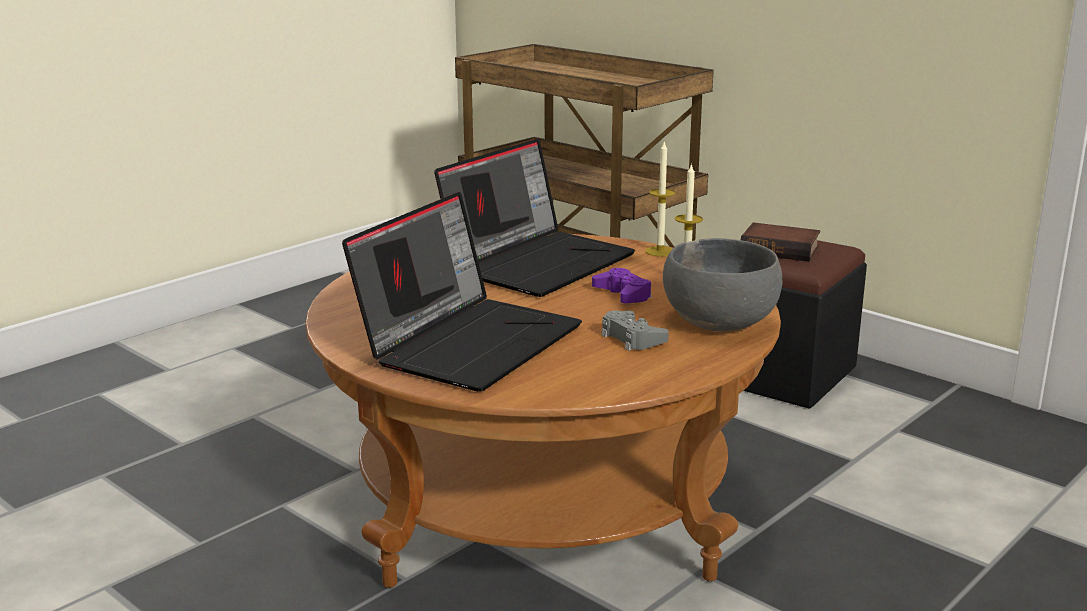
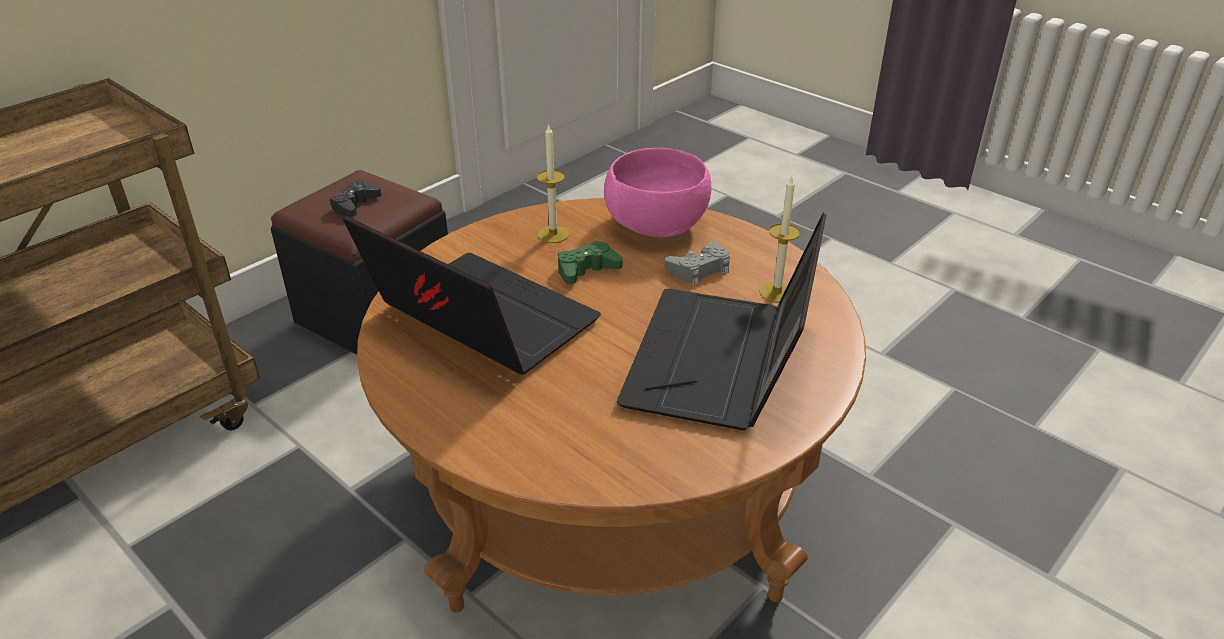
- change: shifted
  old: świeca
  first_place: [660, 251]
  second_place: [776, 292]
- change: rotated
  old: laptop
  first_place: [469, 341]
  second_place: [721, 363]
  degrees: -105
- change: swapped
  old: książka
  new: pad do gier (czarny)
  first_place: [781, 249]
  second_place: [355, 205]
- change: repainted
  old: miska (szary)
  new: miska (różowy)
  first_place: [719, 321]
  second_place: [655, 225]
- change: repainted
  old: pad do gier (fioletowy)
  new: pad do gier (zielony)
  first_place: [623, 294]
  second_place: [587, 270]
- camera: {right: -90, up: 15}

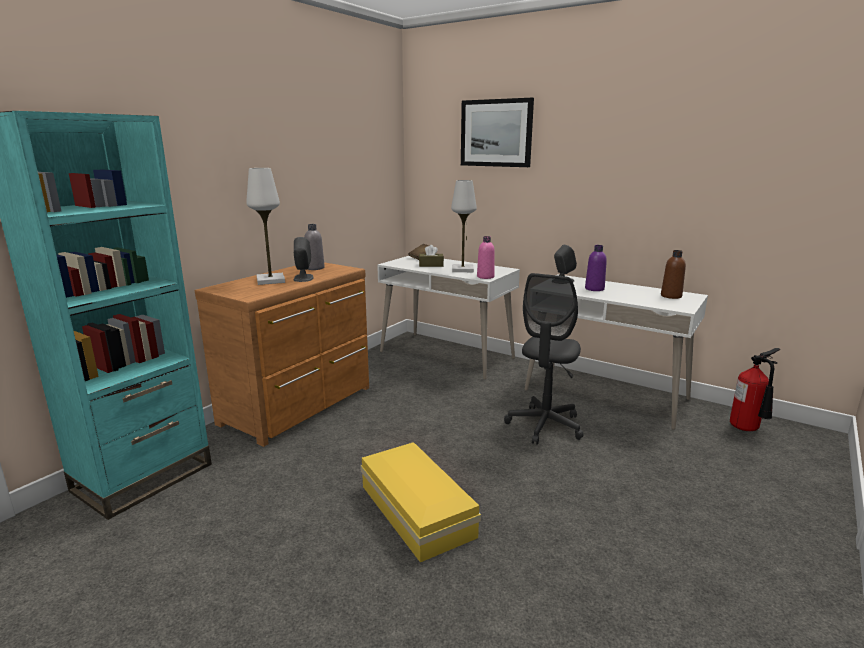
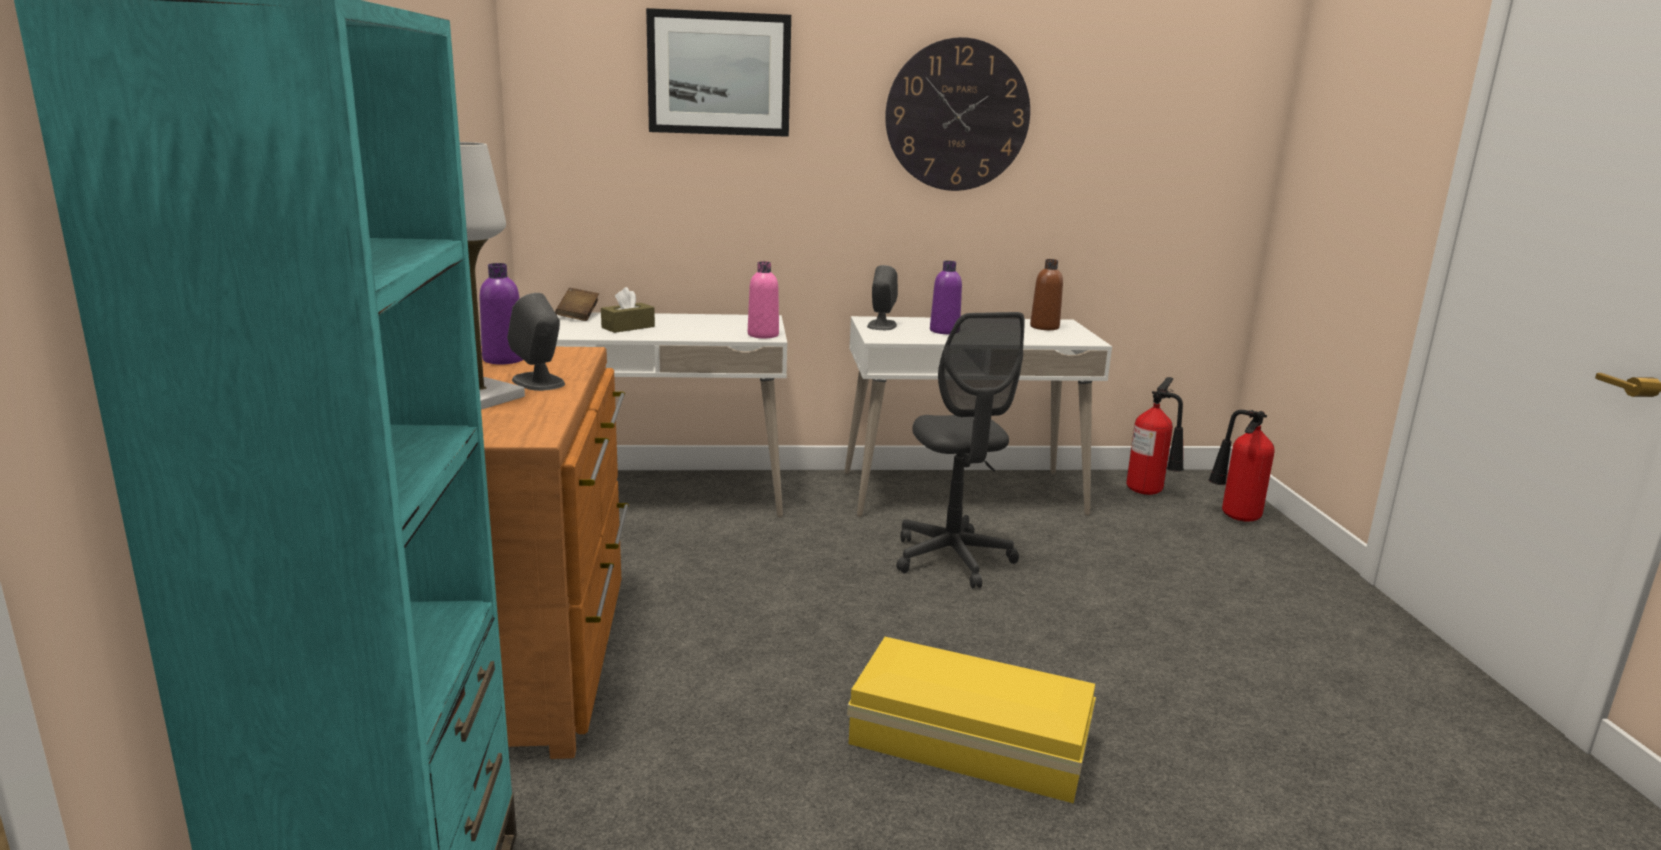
- change: gone
  old: lampa stołowa (biały)
  first_place: [462, 269]
- change: repainted
  old: butelka (szary)
  new: butelka (fioletowy)
  first_place: [315, 268]
  second_place: [504, 359]
- change: new
  new: zegar ścienny
  second_place: [957, 115]
- change: new
  new: gaśnica
  second_place: [1233, 517]
- camera: {right: -40, up: 0}

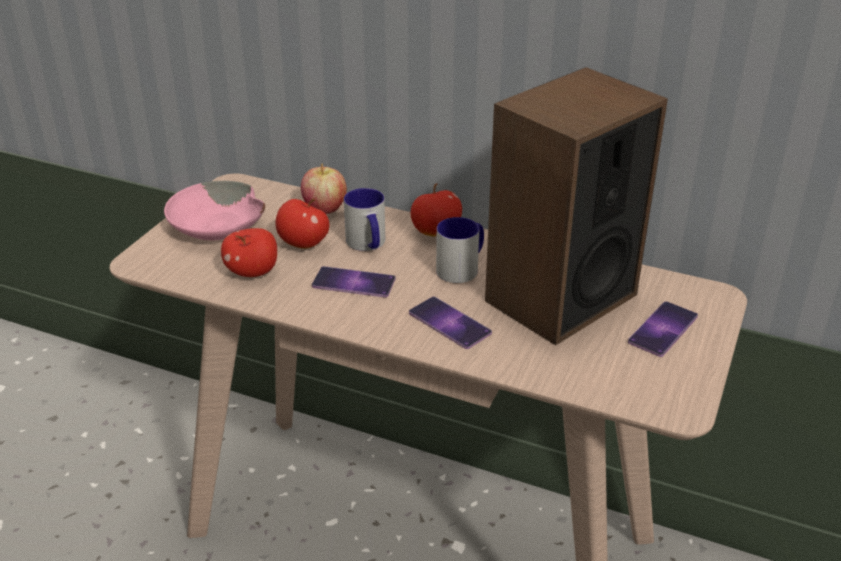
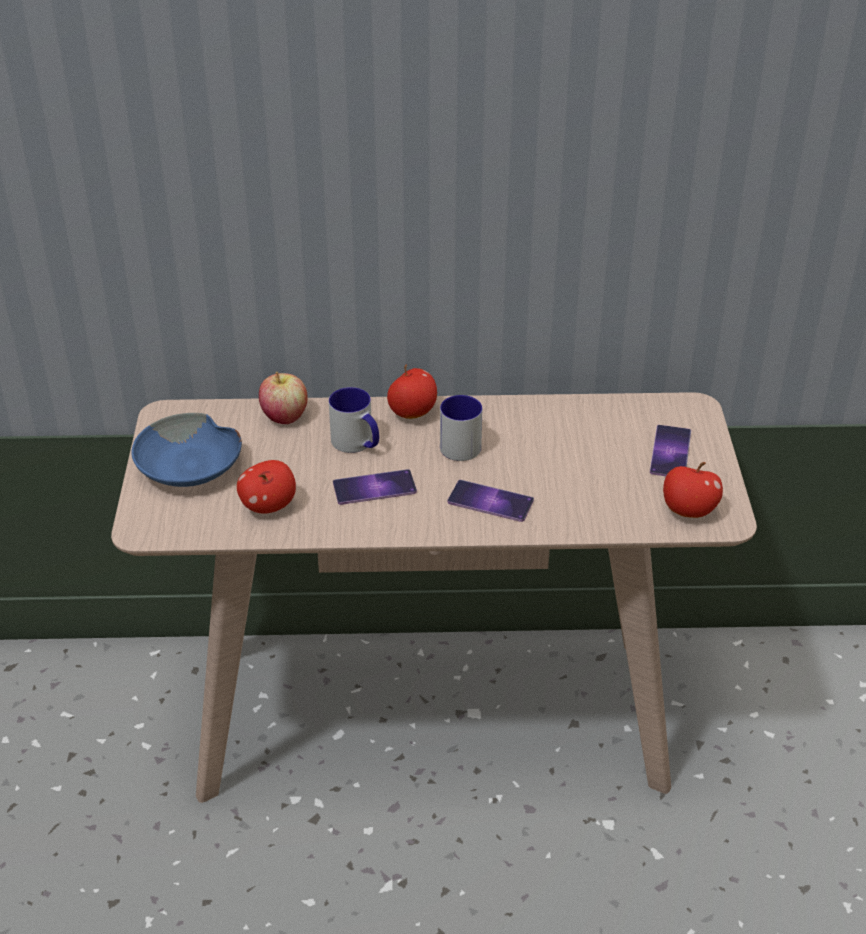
- change: gone
  old: głośnik
  first_place: [560, 297]
- change: repainted
  old: miska (różowy)
  new: miska (niebieski)
  first_place: [217, 226]
  second_place: [190, 467]
- change: shifted
  old: jabłko
  first_place: [303, 244]
  second_place: [688, 511]
- camera: {right: -25, up: 5}

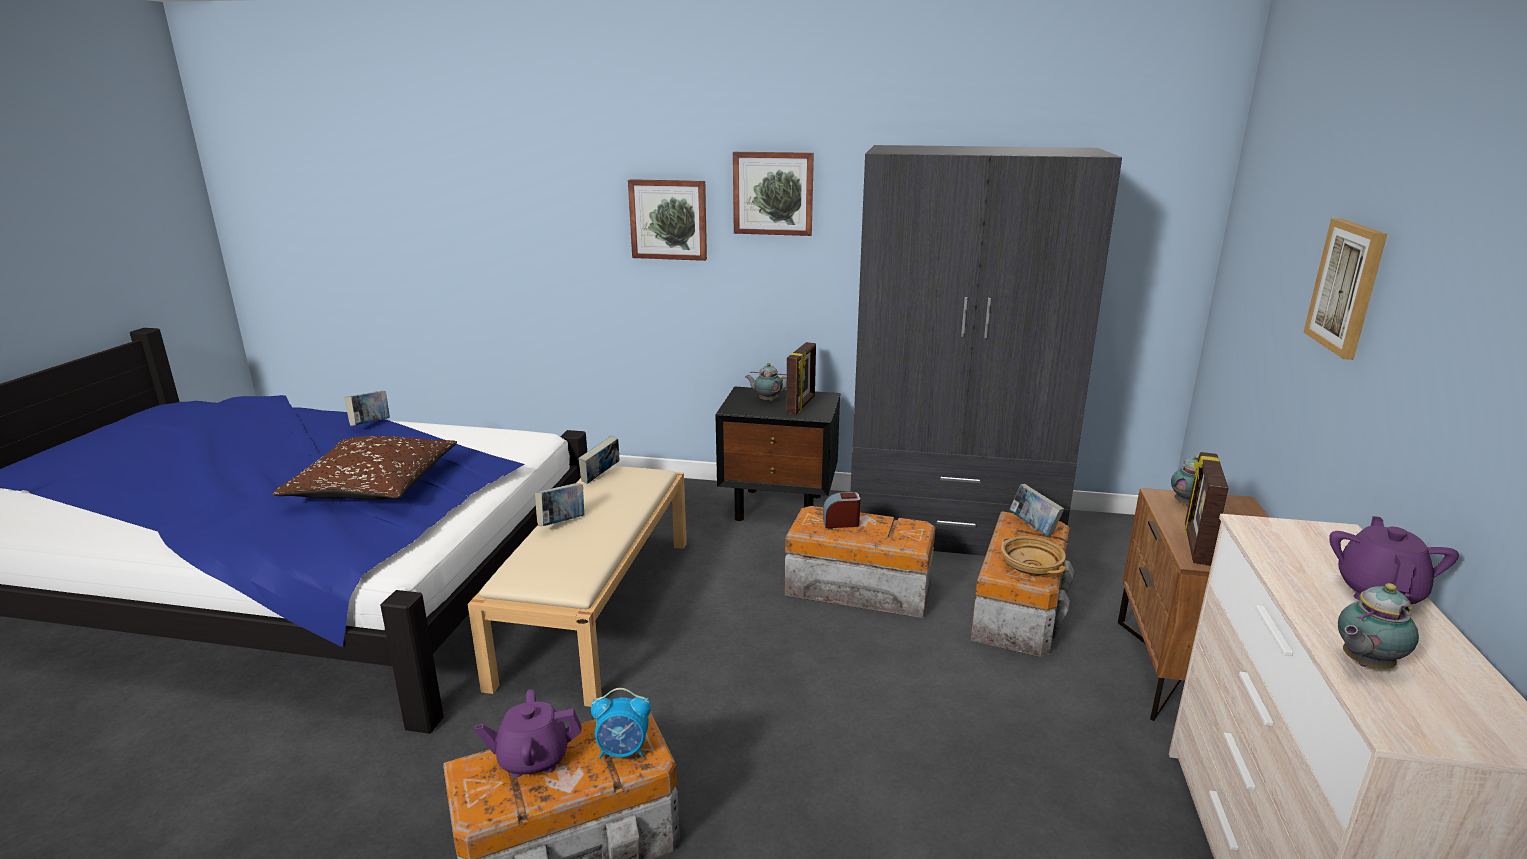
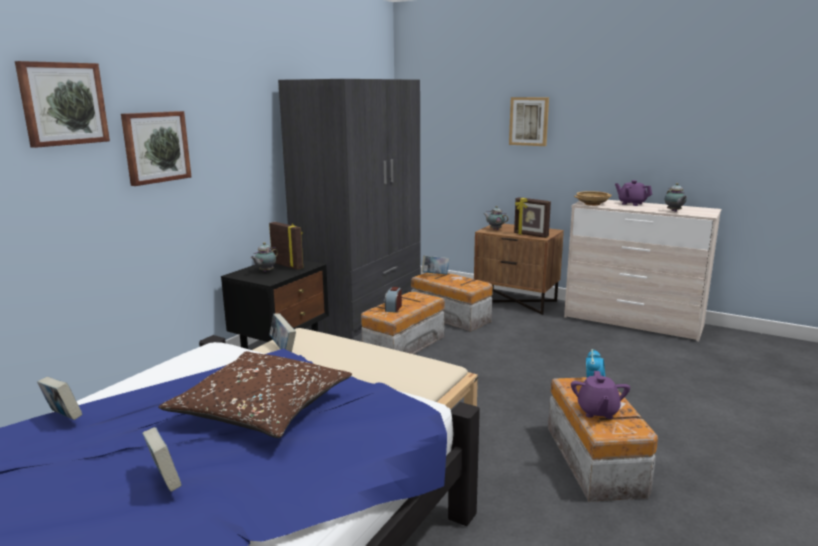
- change: shifted
  old: obraz
  first_place: [773, 193]
  second_place: [63, 104]
- change: shifted
  old: książka
  first_place: [562, 523]
  second_place: [165, 481]
- change: shifted
  old: miska (beżowy)
  first_place: [1030, 568]
  second_place: [592, 204]
- camera: {right: -70, up: -5}

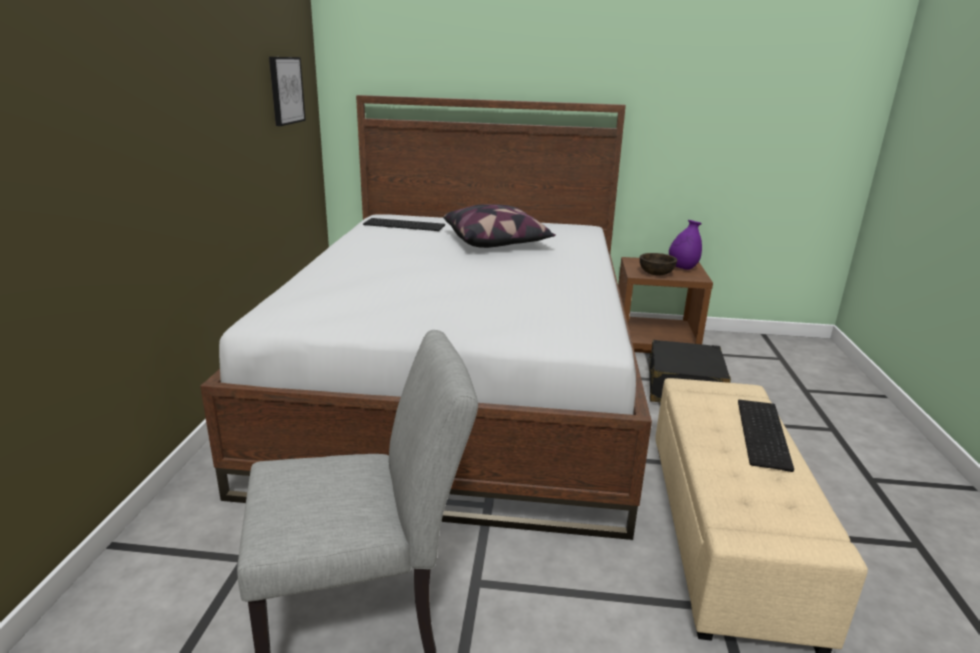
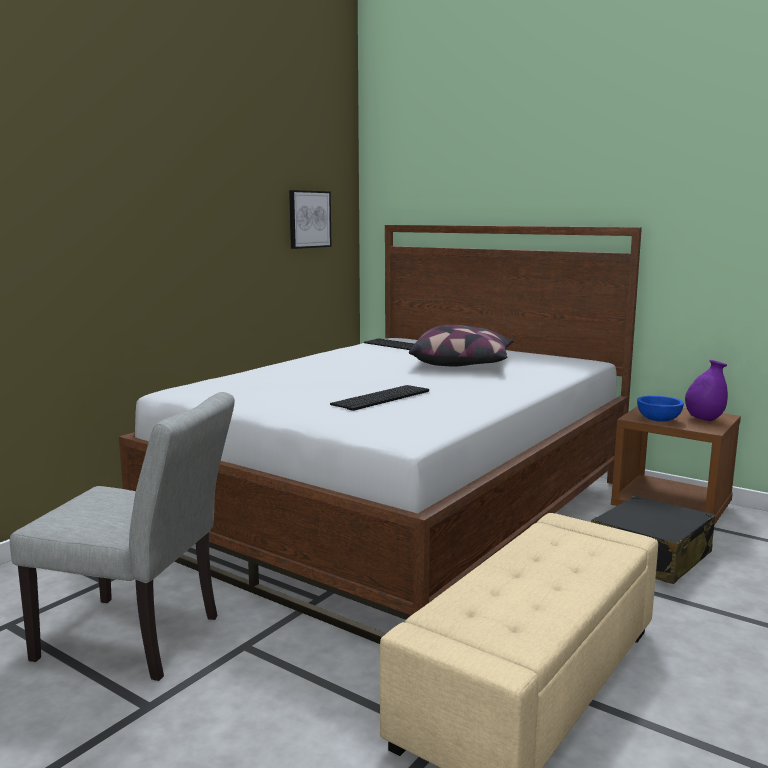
- change: repainted
  old: miska (brązowy)
  new: miska (niebieski)
  first_place: [656, 274]
  second_place: [658, 420]
- change: shifted
  old: klawiatura
  first_place: [765, 434]
  second_place: [382, 398]
- camera: {right: 30, up: -10}

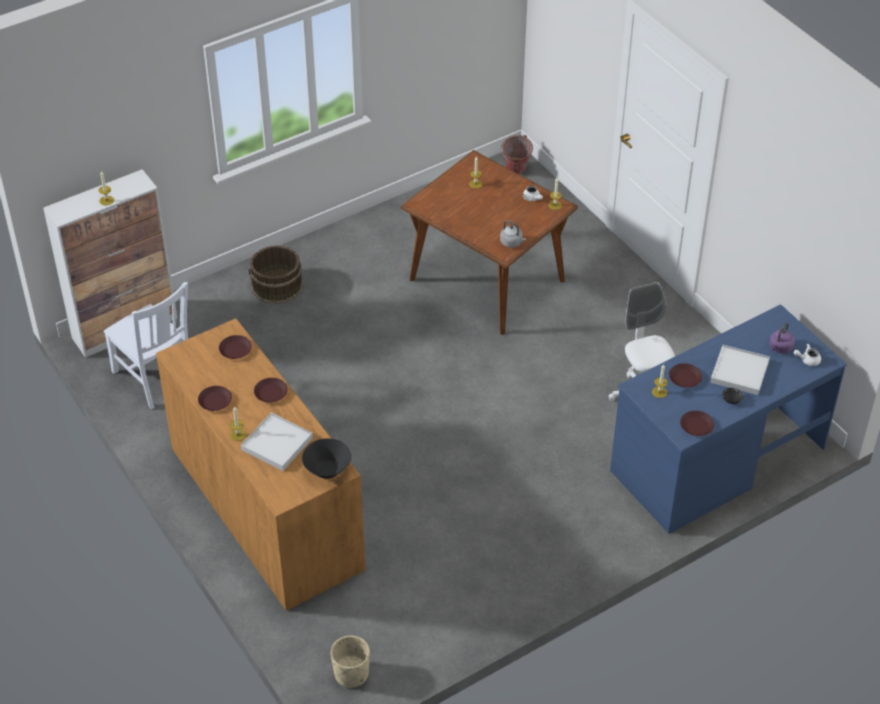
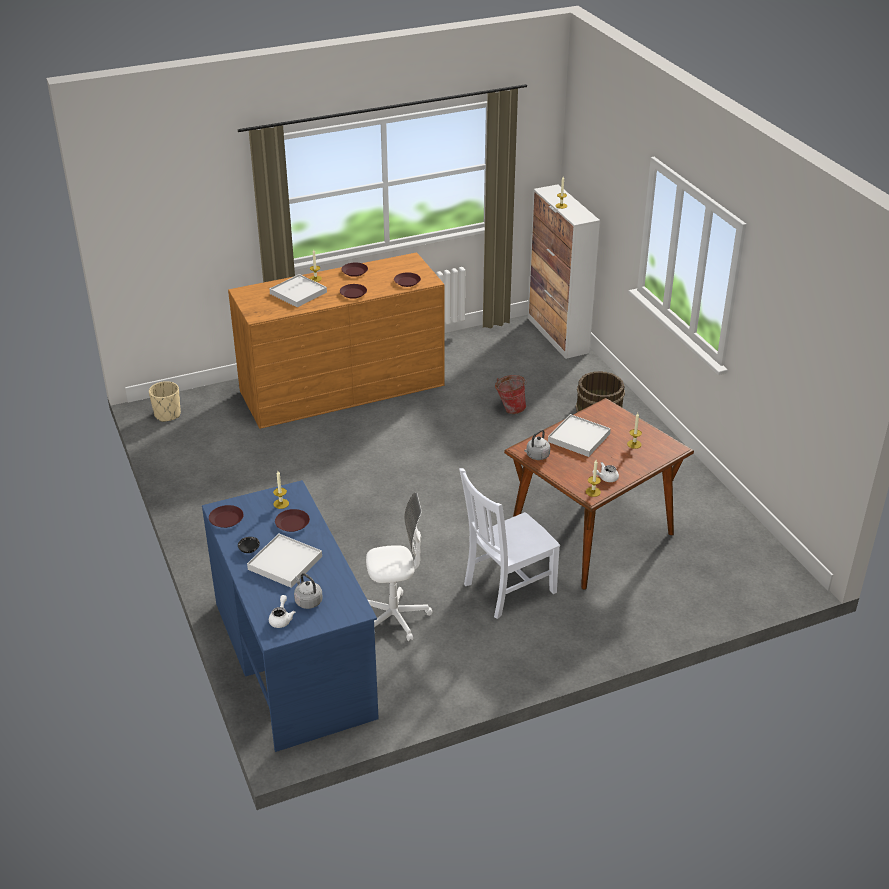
- change: shifted
  old: wiadro
  first_place: [515, 171]
  second_place: [510, 409]
- change: shifted
  old: krzesło (biały)
  first_place: [156, 378]
  second_place: [507, 589]
- change: repainted
  old: czajnik (fioletowy)
  new: czajnik (szary)
  first_place: [780, 348]
  second_place: [307, 601]
- change: gone
  old: miska (czarny)
  first_place: [327, 470]
- change: new
  new: taca (biały)
  second_place: [579, 438]
- camera: {right: 100, up: -10}

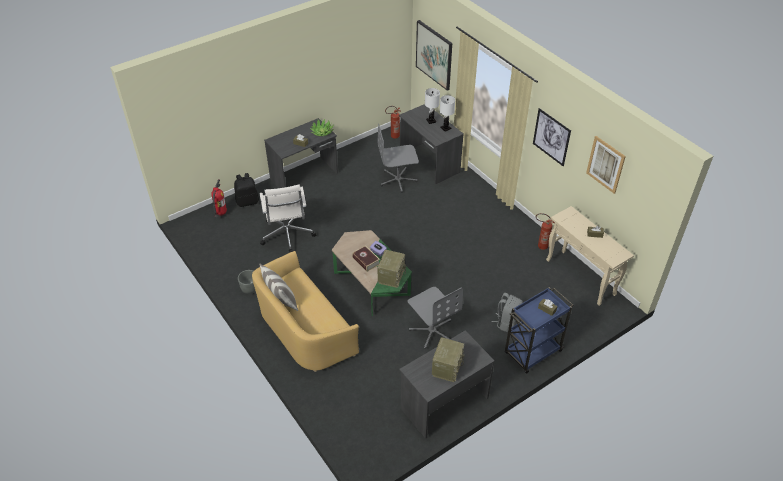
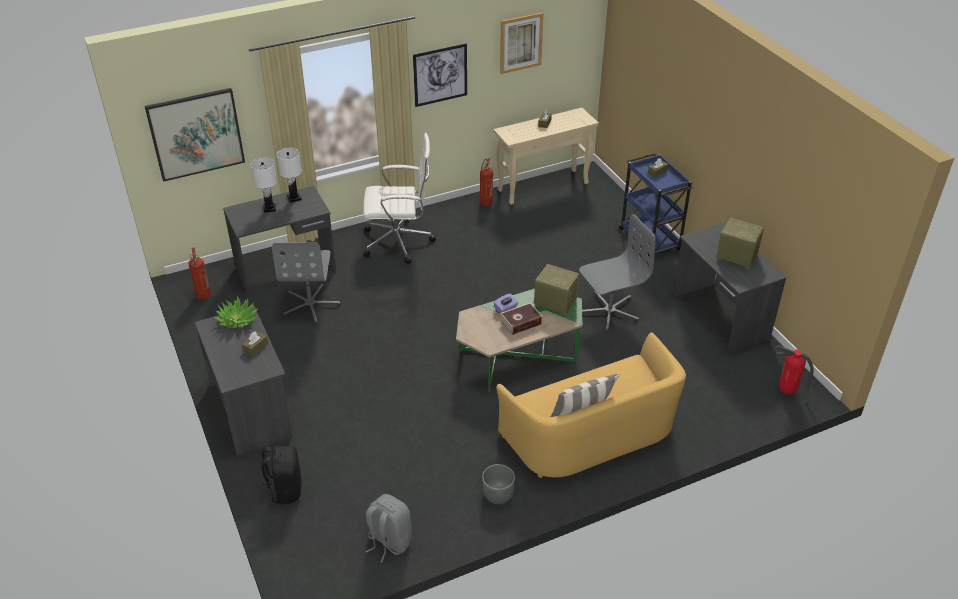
- change: shifted
  old: gaśnica
  first_place: [221, 213]
  second_place: [786, 391]
- change: shifted
  old: krzesło biurowe (biały)
  first_place: [287, 236]
  second_place: [399, 242]
- change: shifted
  old: plecak (szary)
  first_place: [507, 322]
  second_place: [389, 541]
- camera: {right: -80, up: -5}

